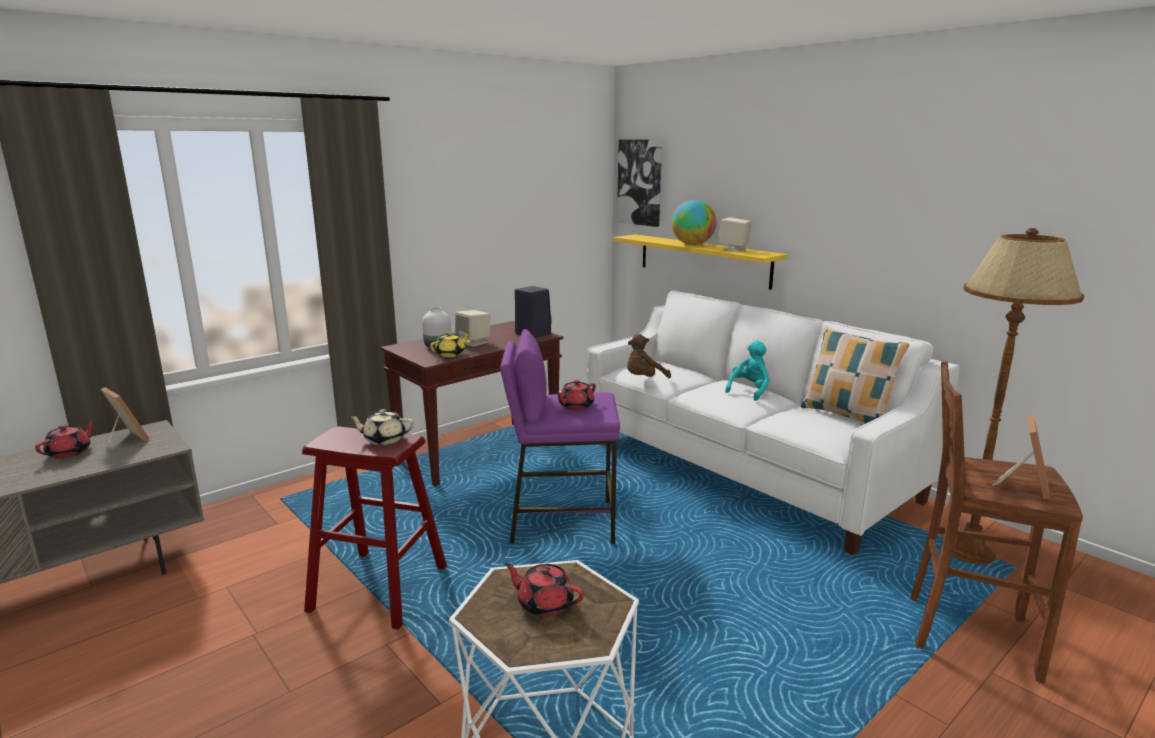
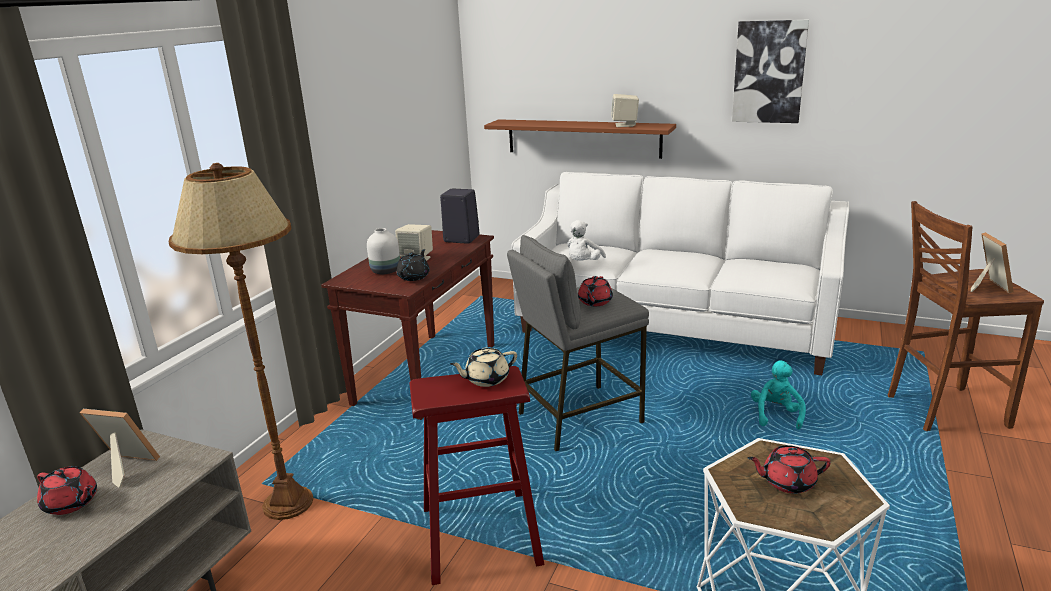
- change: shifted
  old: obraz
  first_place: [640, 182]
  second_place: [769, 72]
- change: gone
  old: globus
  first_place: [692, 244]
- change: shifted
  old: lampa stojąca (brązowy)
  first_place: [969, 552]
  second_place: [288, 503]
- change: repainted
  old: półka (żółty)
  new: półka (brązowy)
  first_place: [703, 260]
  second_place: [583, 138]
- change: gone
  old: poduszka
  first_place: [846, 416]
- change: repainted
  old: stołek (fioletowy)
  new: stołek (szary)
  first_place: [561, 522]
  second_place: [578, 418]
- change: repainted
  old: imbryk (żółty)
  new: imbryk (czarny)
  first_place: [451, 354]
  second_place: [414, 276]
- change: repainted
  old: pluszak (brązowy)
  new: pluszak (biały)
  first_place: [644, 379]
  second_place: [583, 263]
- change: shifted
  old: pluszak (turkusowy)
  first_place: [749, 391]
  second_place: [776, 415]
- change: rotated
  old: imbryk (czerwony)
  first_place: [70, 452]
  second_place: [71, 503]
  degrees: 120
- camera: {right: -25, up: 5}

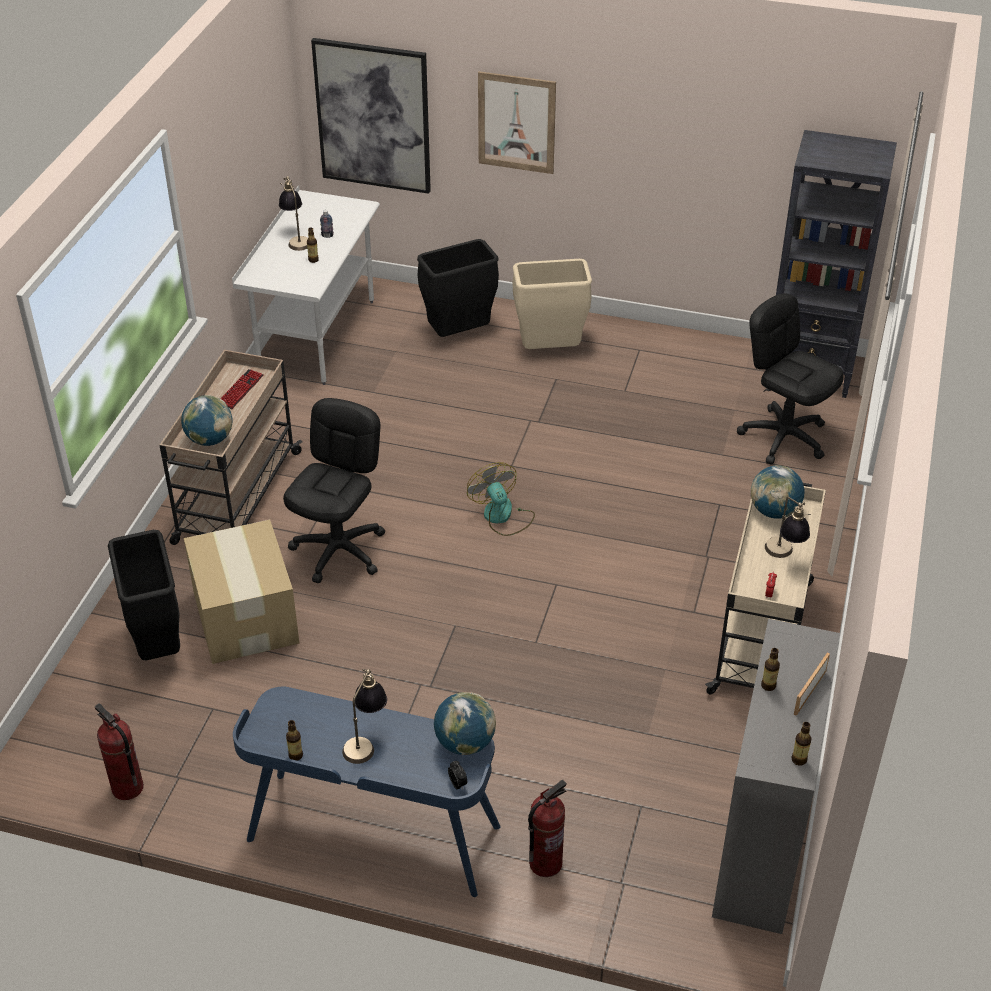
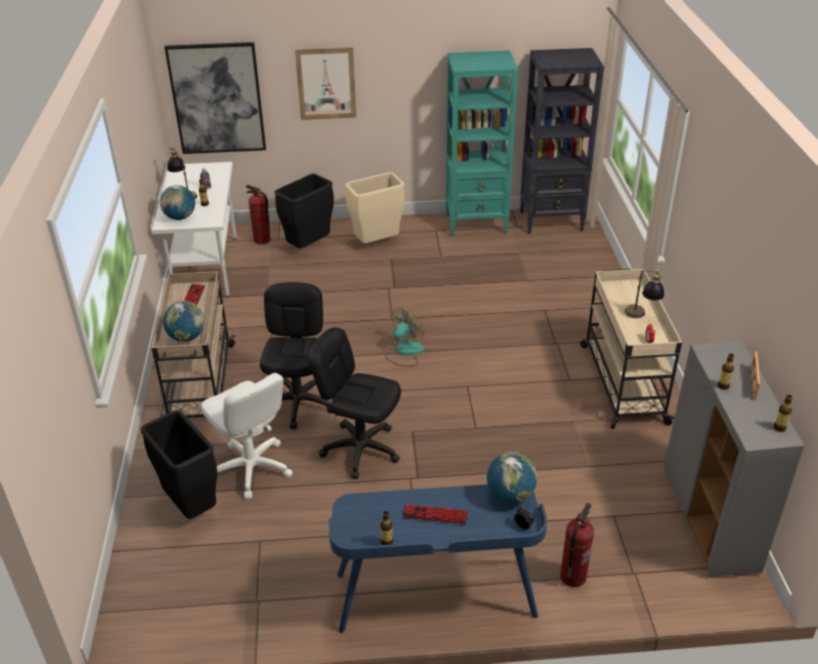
- change: shifted
  old: krzesło biurowe (czarny)
  first_place: [784, 437]
  second_place: [361, 449]
- change: rotated
  old: wentylator
  first_place: [502, 516]
  second_place: [404, 352]
  degrees: 90
- change: shifted
  old: globus
  first_place: [774, 511]
  second_place: [180, 217]
- change: swapped
  old: karton
  new: krzesło biurowe (biały)
  first_place: [245, 618]
  second_place: [251, 468]
- change: swapped
  old: lampa stołowa
  new: klawiatura
  first_place: [365, 741]
  second_place: [435, 515]
- change: shifted
  old: gaśnica
  first_place: [127, 788]
  second_place: [262, 240]
- change: new
  new: regał (turkusowy)
  second_place: [476, 224]
- camera: {right: -20, up: -5}

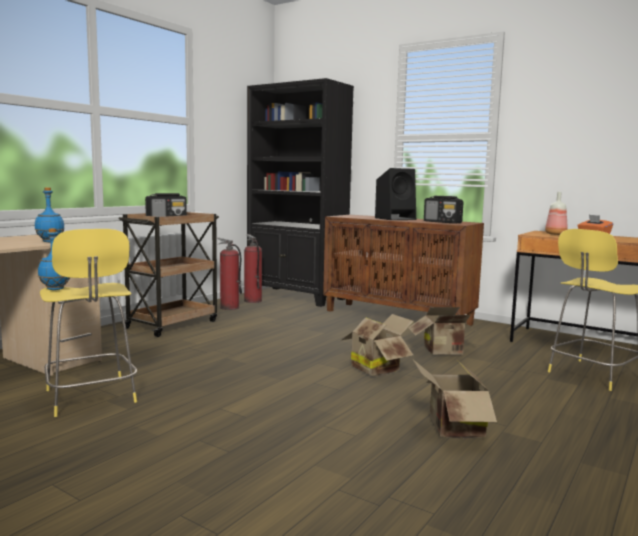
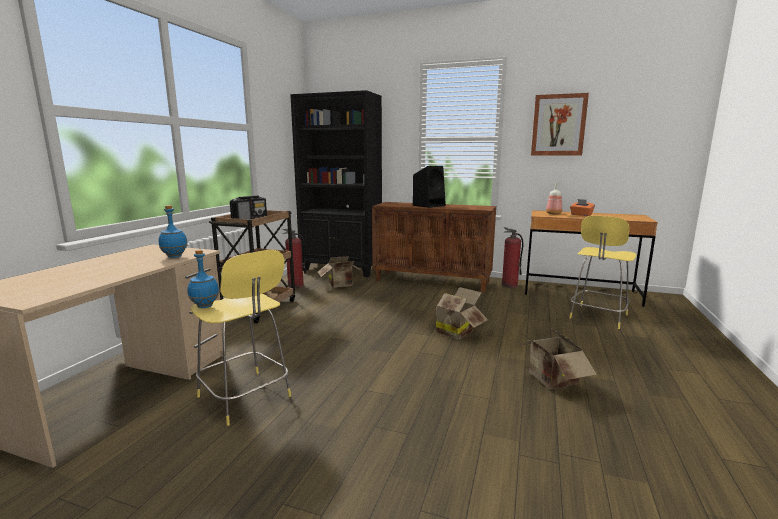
- change: gone
  old: radio
  first_place: [443, 222]
- change: shifted
  old: gaśnica
  first_place: [252, 301]
  second_place: [509, 285]
- change: shifted
  old: karton
  first_place: [445, 352]
  second_place: [342, 285]
- change: new
  new: obraz
  second_place: [558, 125]
- camera: {right: -15, up: 5}

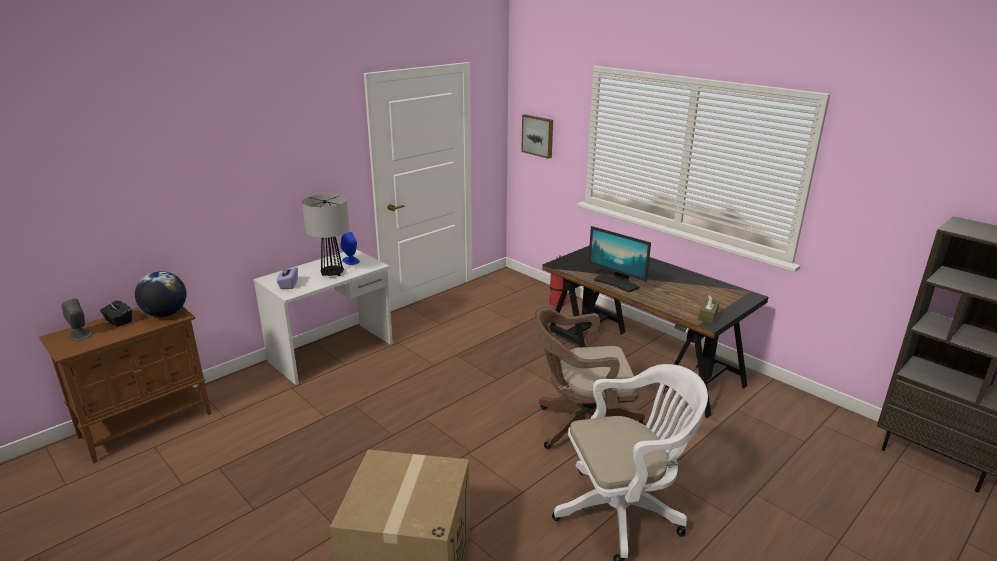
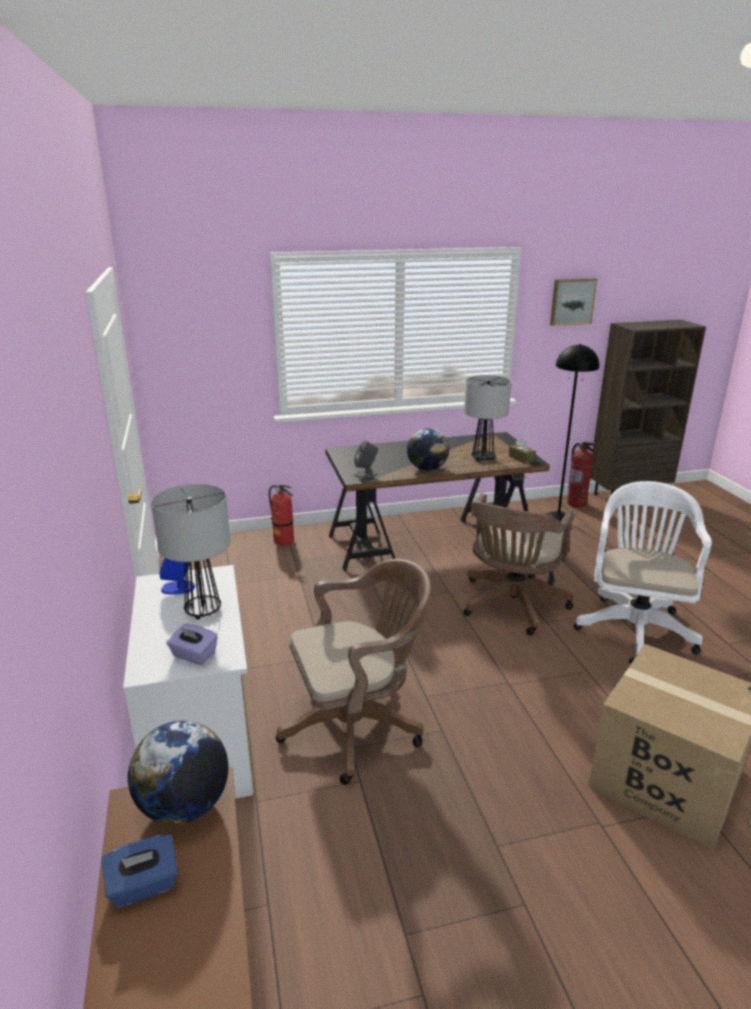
- change: shifted
  old: obraz
  first_place: [538, 135]
  second_place: [572, 301]
- change: swapped
  old: monitor
  new: globus
  first_place: [616, 283]
  second_place: [427, 469]
- change: shifted
  old: głośnik (szary)
  first_place: [80, 335]
  second_place: [366, 474]
- change: repainted
  old: pudełko chusteczek (czarny)
  new: pudełko chusteczek (niebieski)
  first_place: [118, 321]
  second_place: [144, 886]
- change: new
  new: lampa stojąca (czarny)
  second_place: [558, 518]
- change: new
  new: lampa stołowa
  second_place: [483, 458]
- change: new
  new: gaśnica
  second_place: [576, 504]
- change: new
  new: krzesło biurowe (brązowy)
  second_place: [358, 726]
- camera: {right: -60, up: 0}

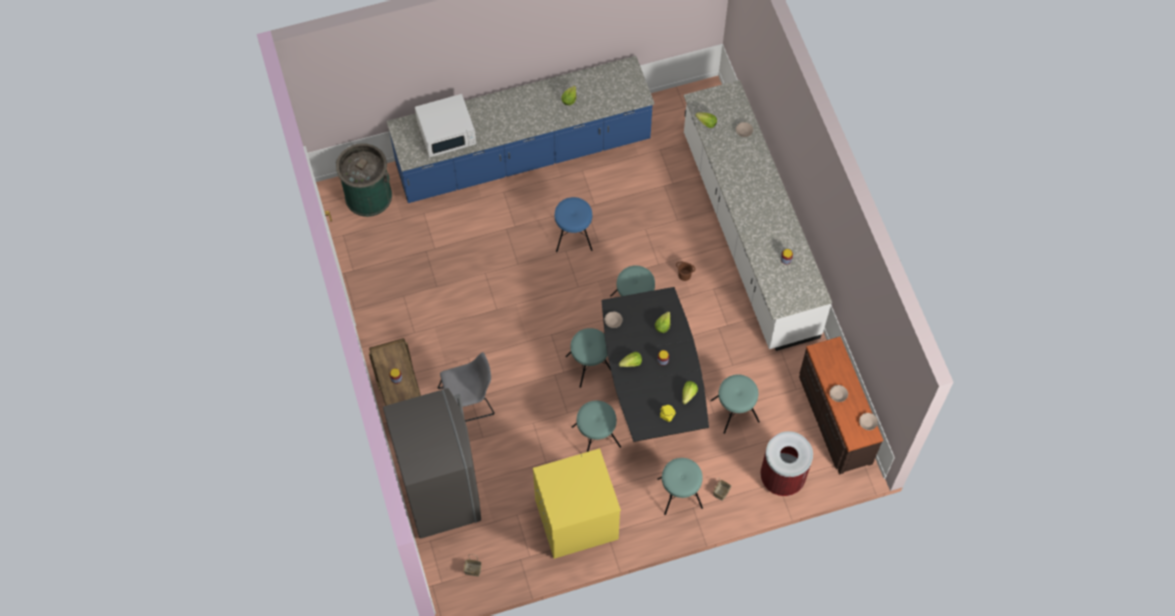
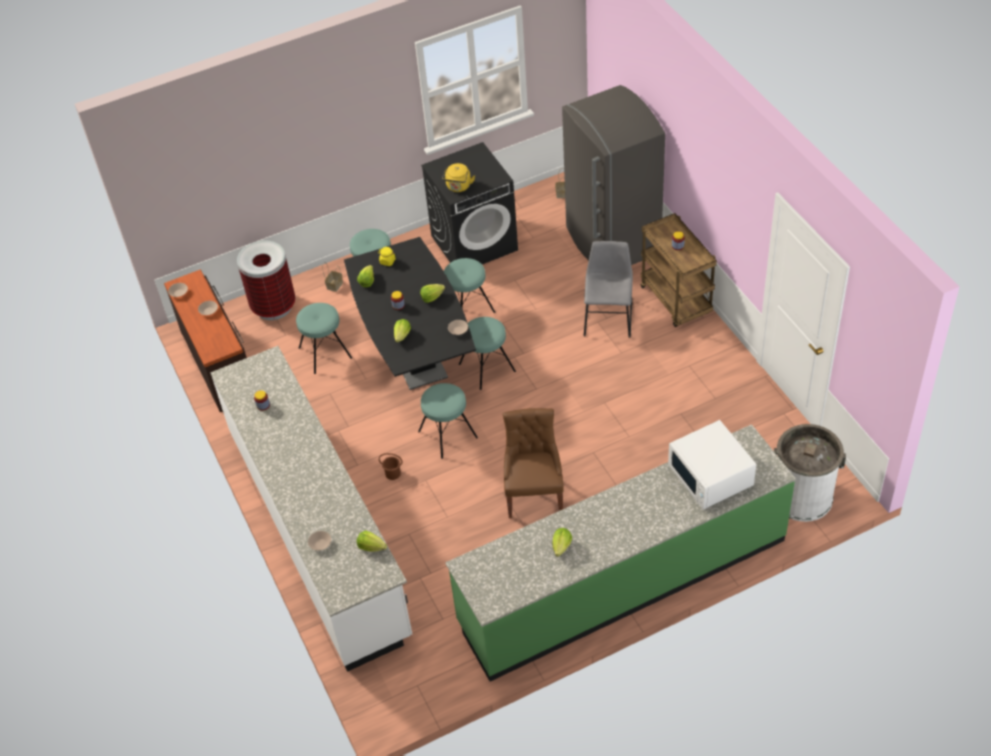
- change: repainted
  old: zabudowa kuchenna (niebieski)
  new: zabudowa kuchenna (zielony)
  first_place: [523, 154]
  second_place: [622, 581]
- change: rotated
  old: mikrofalówka (biały)
  first_place: [447, 133]
  second_place: [710, 476]
  degrees: -90
- change: repainted
  old: kosz na śmieci (zielony)
  new: kosz na śmieci (biały)
  first_place: [368, 195]
  second_place: [802, 496]
- change: swapped
  old: stołek (niebieski)
  new: krzesło (brązowy)
  first_place: [573, 235]
  second_place: [534, 494]
- change: rotated
  old: krzesło (szary)
  first_place: [469, 401]
  second_place: [608, 316]
  degrees: 120
- change: repainted
  old: pralka (żółty)
  new: pralka (czarny)
  first_place: [576, 520]
  second_place: [474, 242]
- change: new
  new: czajnik (żółty)
  second_place: [458, 187]
- camera: {right: 175, up: -15}

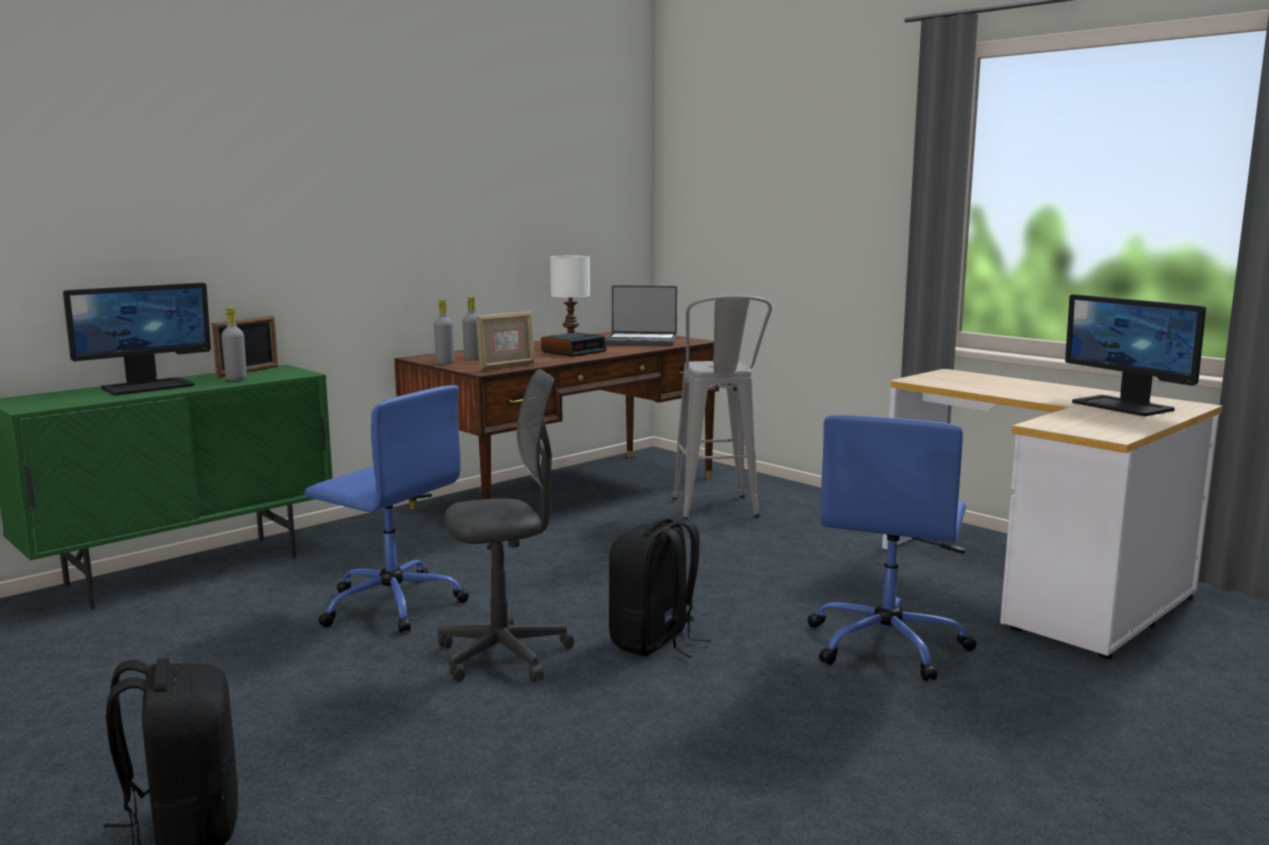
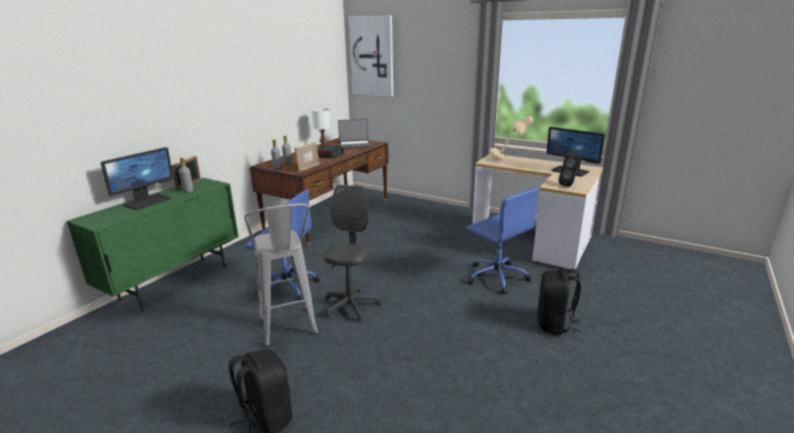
- change: shifted
  old: stołek (szary)
  first_place: [717, 512]
  second_place: [290, 333]
- change: rotated
  old: krzesło biurowe (szary)
  first_place: [504, 655]
  second_place: [350, 306]
  degrees: -45
- change: rotated
  old: krzesło biurowe (niebieski)
  first_place: [887, 645]
  second_place: [496, 276]
  degrees: -45
- change: shifted
  old: plecak (czarny)
  first_place: [655, 642]
  second_place: [555, 324]
- change: new
  new: obraz
  second_place: [372, 56]
- change: new
  new: lampa stołowa (beżowy)
  second_place: [508, 161]
- change: new
  new: głośnik (czarny)
  second_place: [569, 185]
- camera: {right: -15, up: 10}

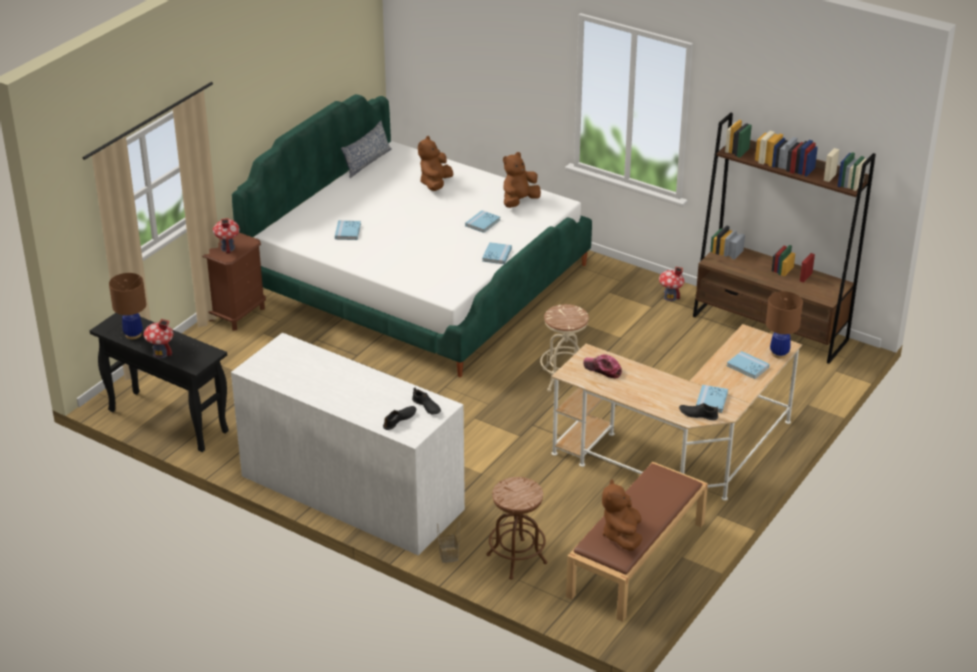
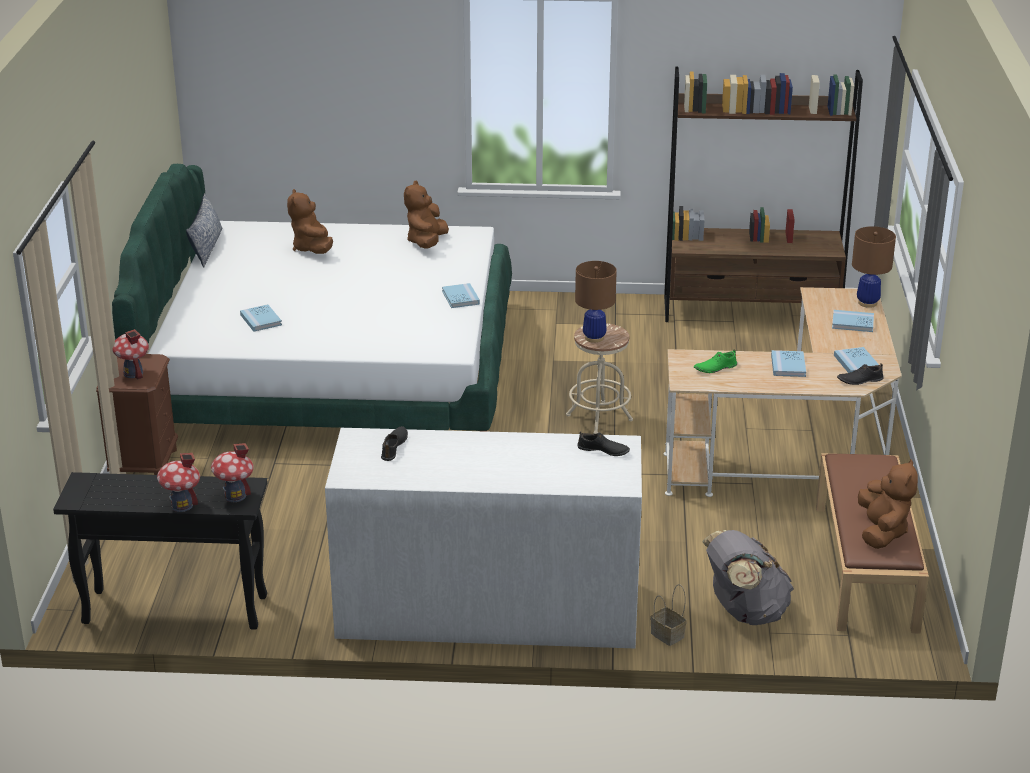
- change: shifted
  old: książka (niebieski)
  first_place: [482, 223]
  second_place: [788, 366]
- change: shifted
  old: domek
  first_place: [670, 297]
  second_place: [235, 496]
- change: shifted
  old: lampa stołowa (brązowy)
  first_place: [133, 334]
  second_place: [594, 338]
- change: swapped
  old: czapka z daszkiem
  new: but (zielony)
  first_place: [602, 369]
  second_place: [715, 368]
- change: shifted
  old: but (czarny)
  first_place: [399, 420]
  second_place: [394, 447]
- change: swapped
  old: stołek (brązowy)
  new: plecak (szary)
  first_place: [516, 559]
  second_place: [744, 612]
- change: rotated
  old: pluszak (brązowy)
  first_place: [622, 535]
  second_place: [882, 532]
  degrees: -150
- camera: {right: -30, up: -5}

